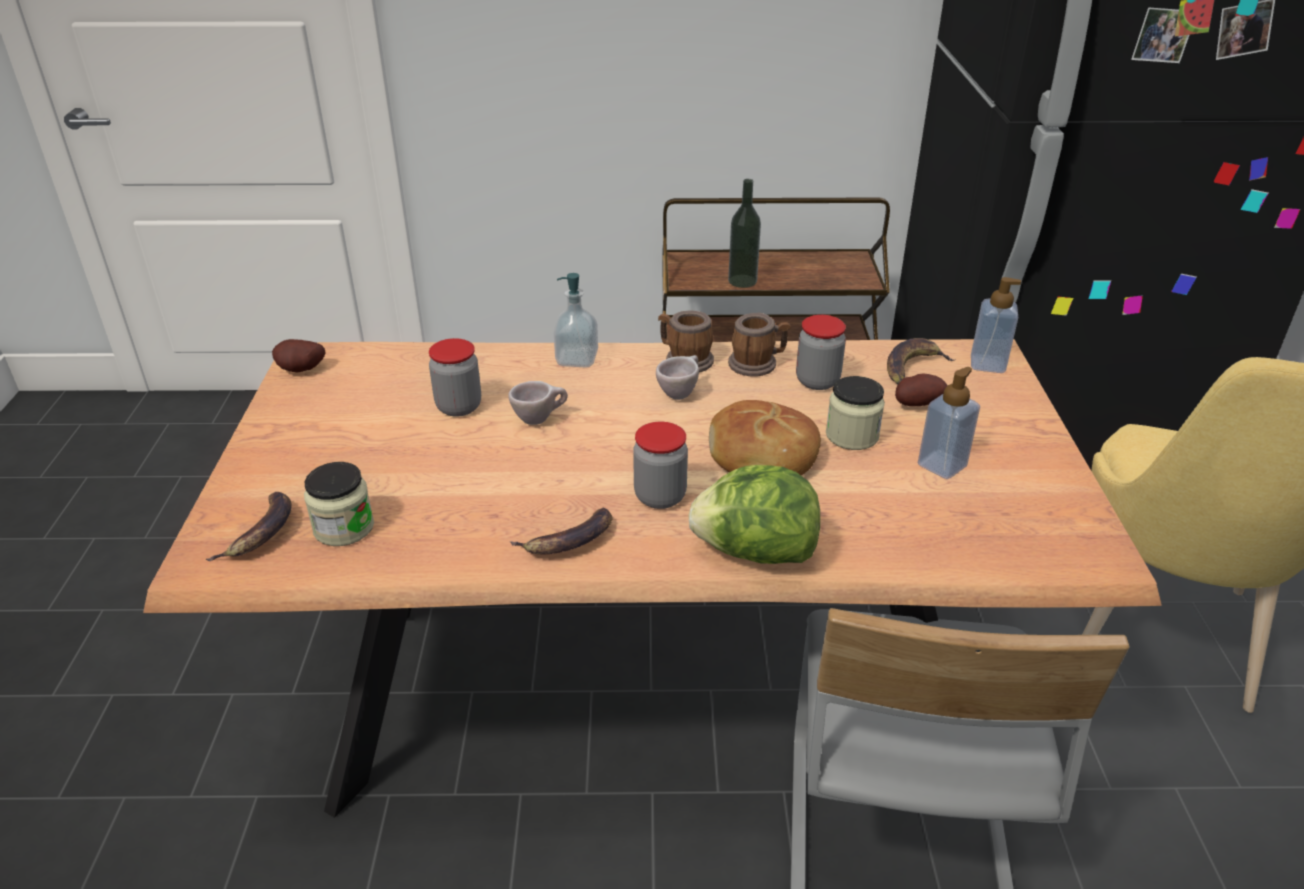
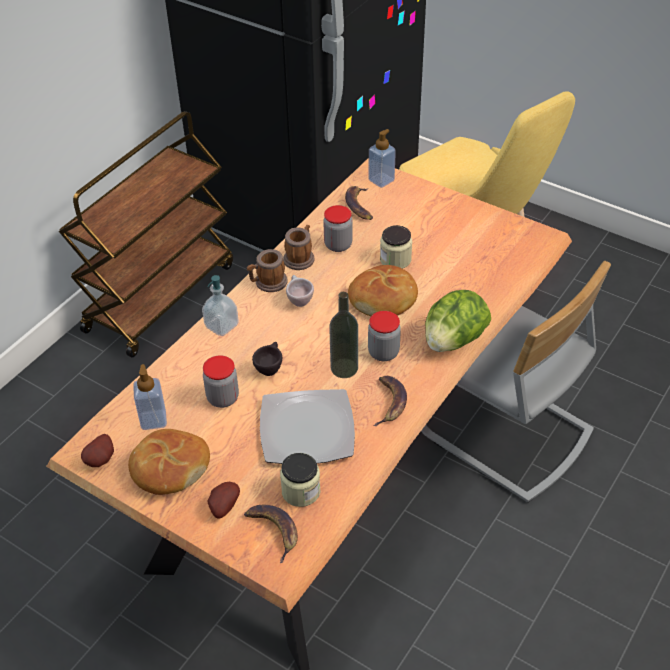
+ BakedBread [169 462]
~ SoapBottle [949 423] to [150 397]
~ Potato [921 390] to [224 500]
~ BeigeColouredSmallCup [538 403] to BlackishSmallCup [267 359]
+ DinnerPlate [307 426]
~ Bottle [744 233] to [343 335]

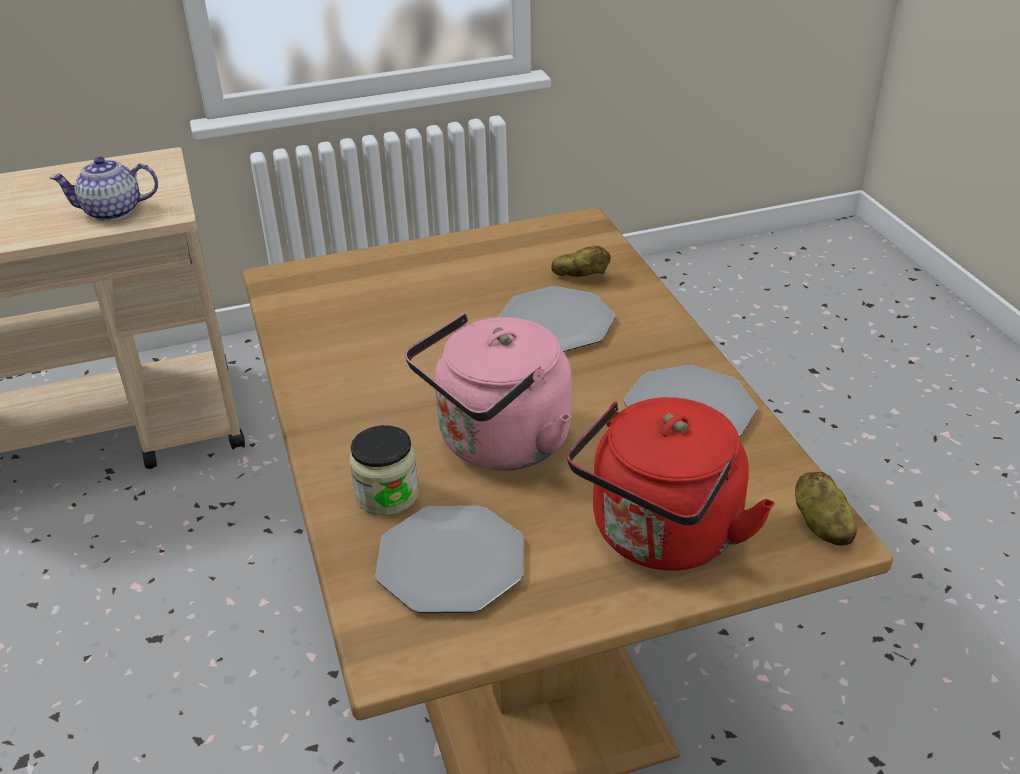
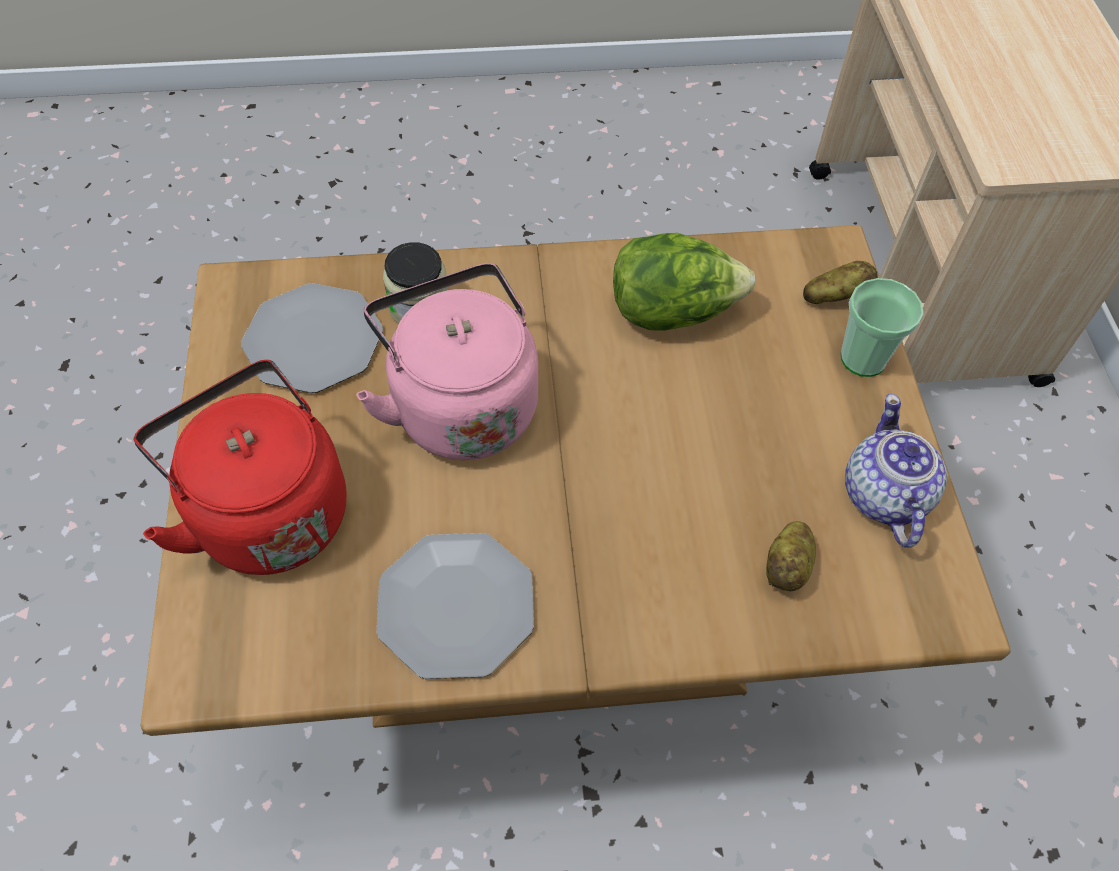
+ LettuceHead [684 282]
~ Potato [826 509] to [840 282]
+ SmallCup [882 327]
~ TeaPot [103 188] to [896 471]
- DinnerPlate [557 319]

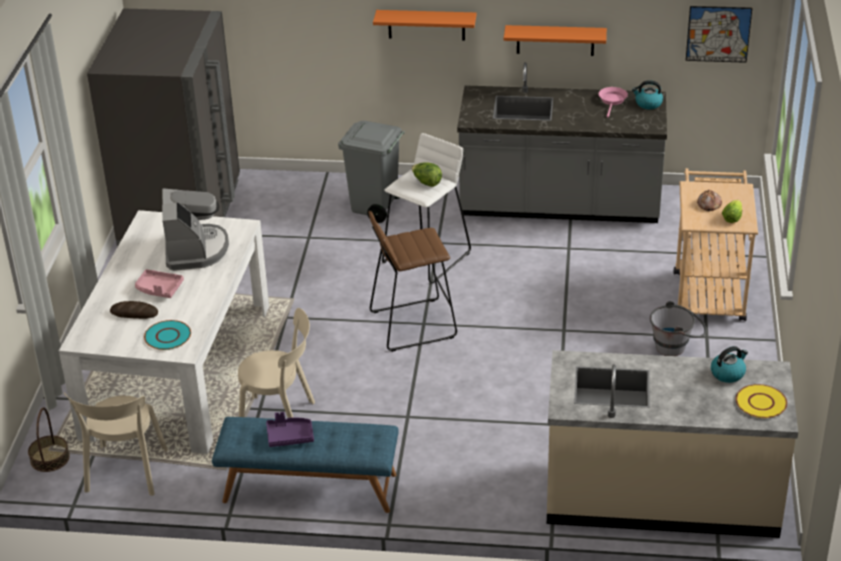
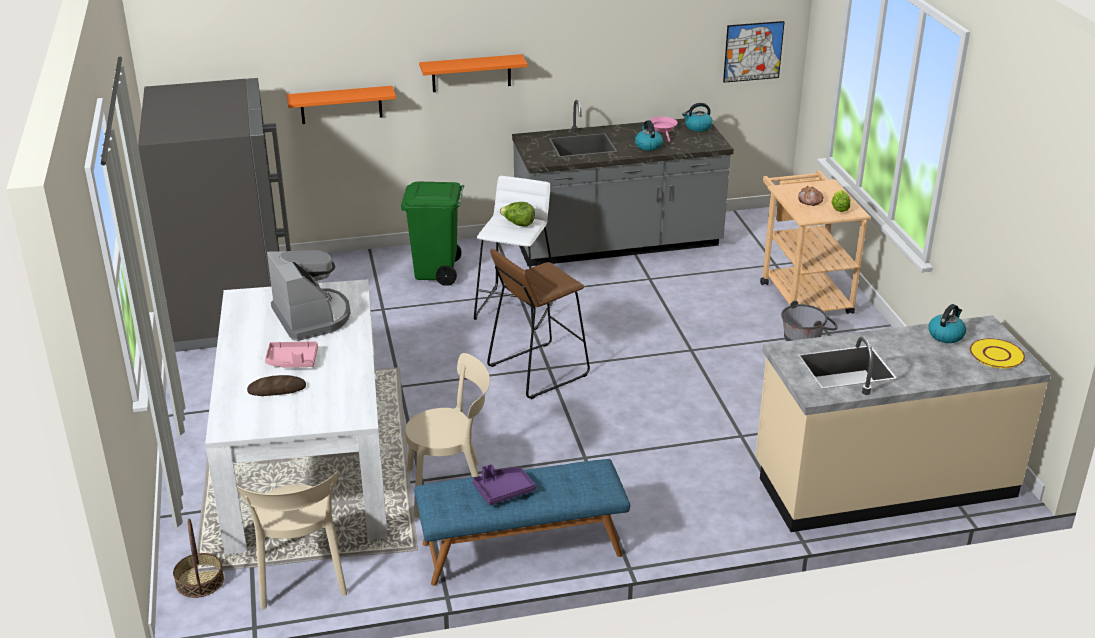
~ OrangeColouredBracketShelf [555 40] to [341 105]
~ GrayTrashCan [371 172] to GreenColouredTrashCan [432 234]
+ Kettle [649 135]
- TurquoiseColouredDinnerPlate [167 335]

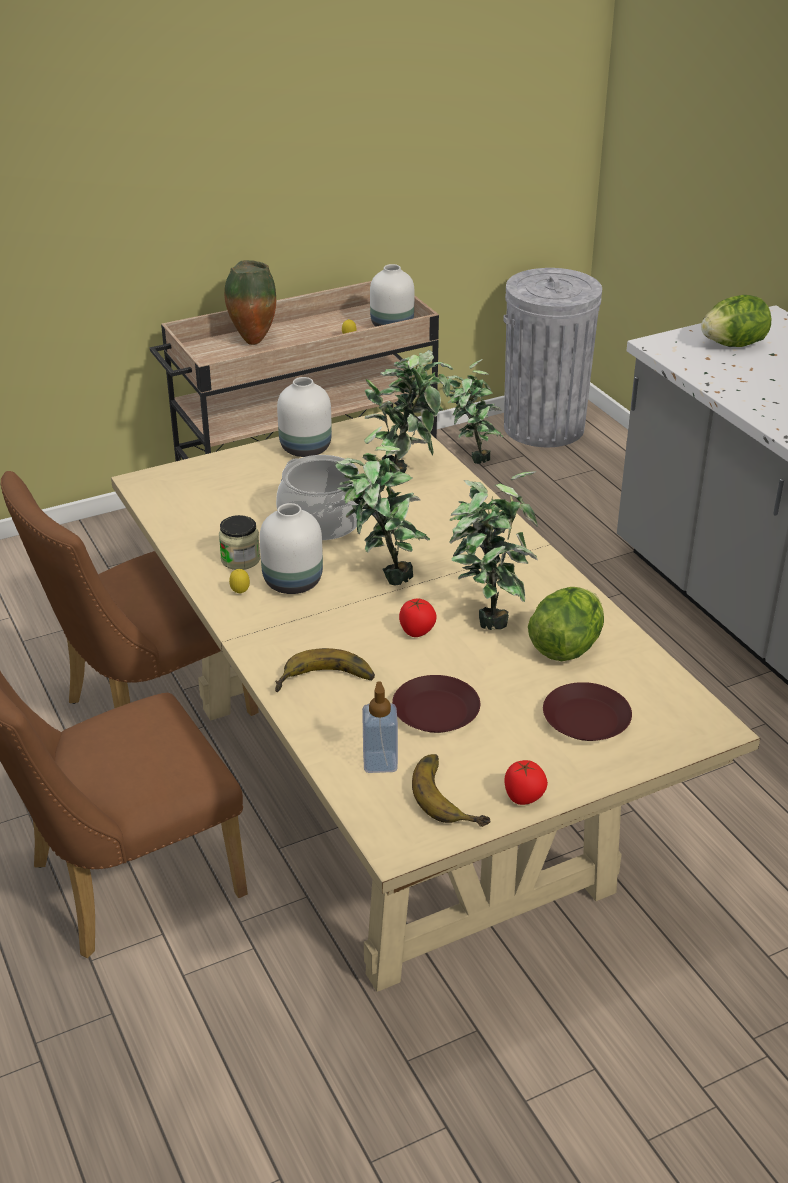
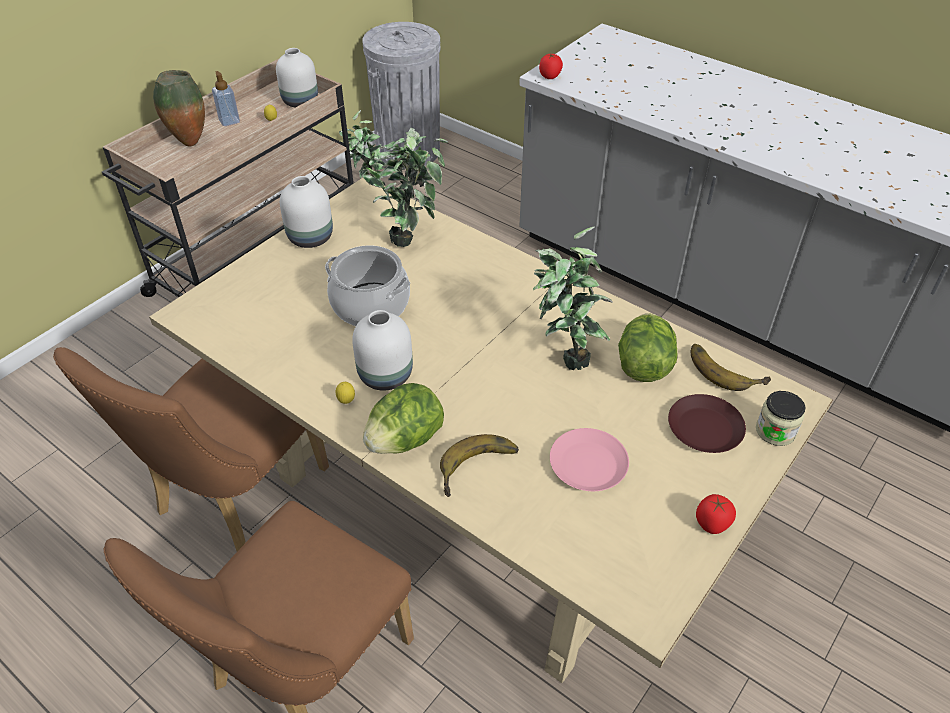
~ SoapBottle [380 727] to [226 98]
~ LettuceHead [736 321] to [403 418]
~ FreshTomato [418 617] to [551 66]
~ BrownishDinnerPlate [436 704] to PinkDinnerPlate [589 459]
~ Banana [451 790] to [731 367]
~ PreserveJar [239 542] to [781 418]
- PottedPlant [382 506]

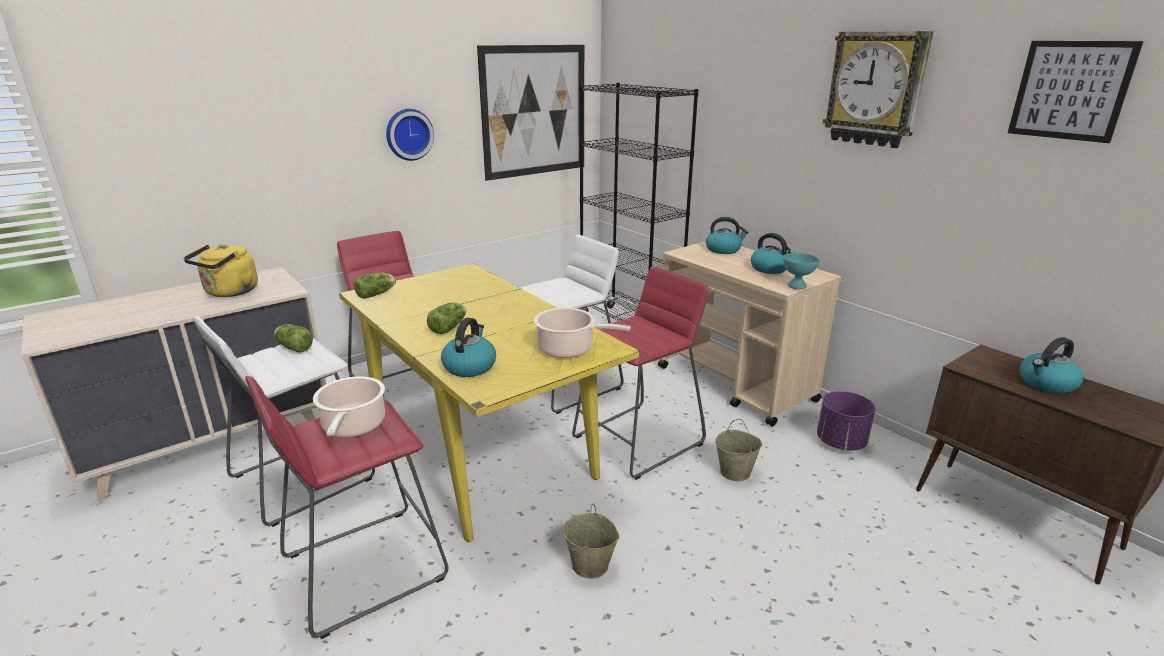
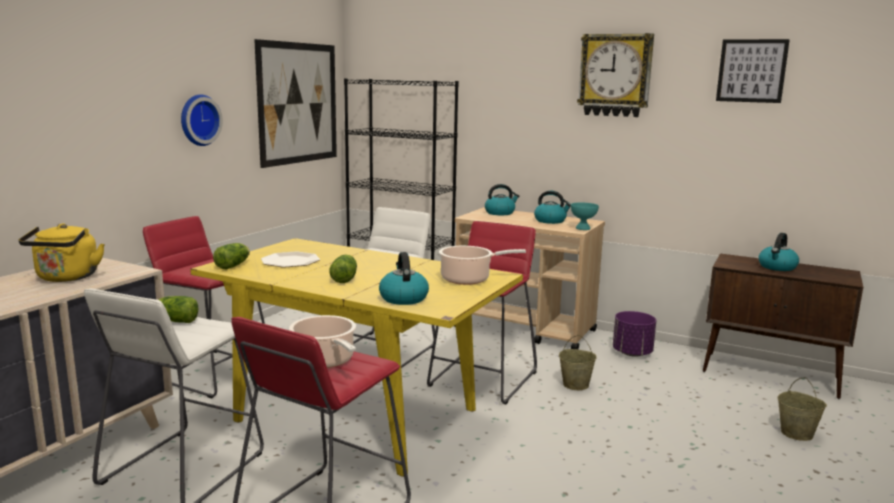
+ DinnerPlate [290 259]
~ BeigeColouredBucket [591 541] to [802 409]

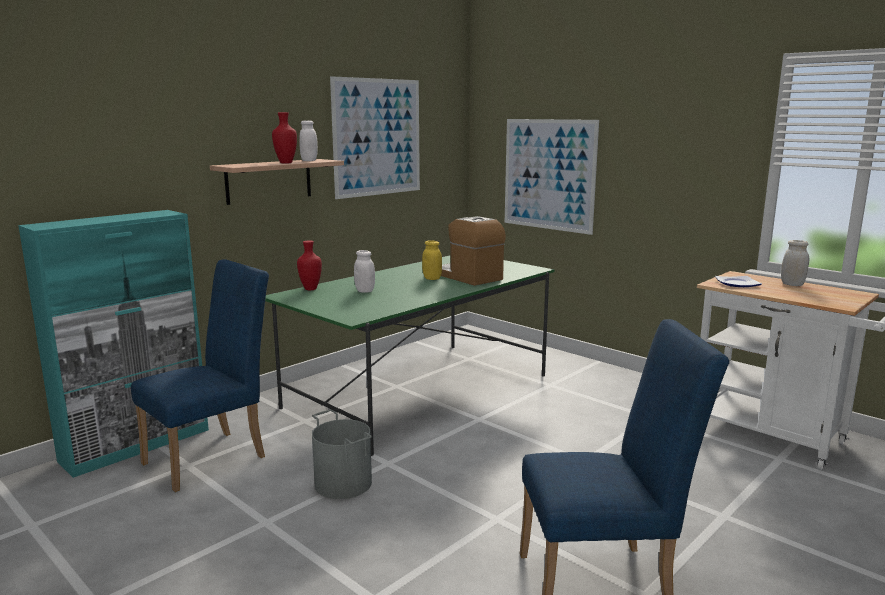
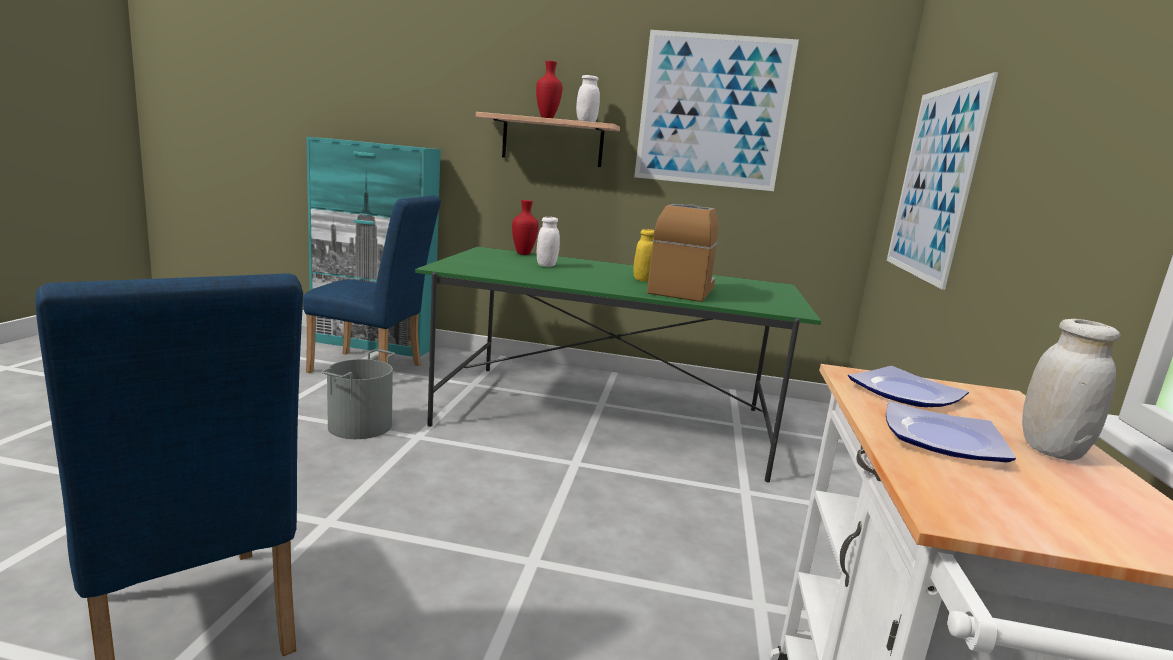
+ DinnerPlate [951 431]

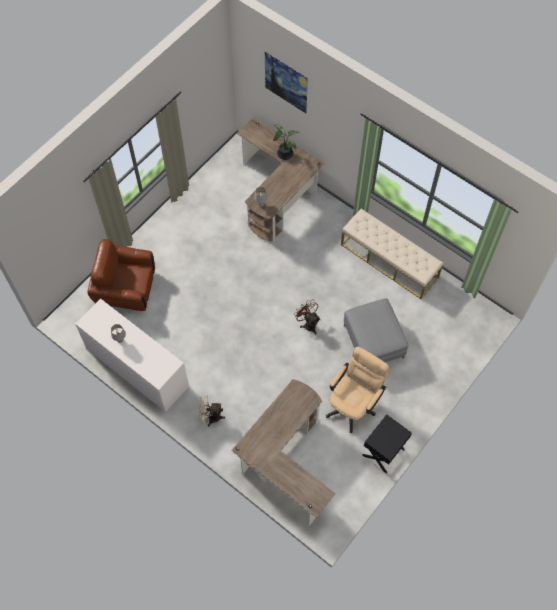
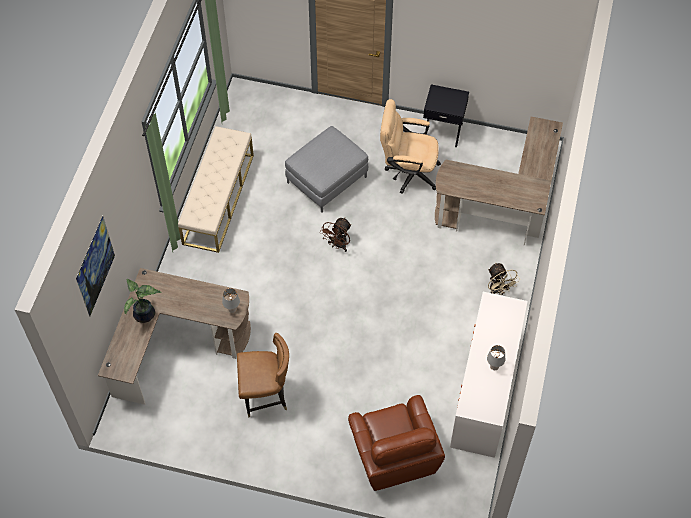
+ BrownishPlainChair [263 375]

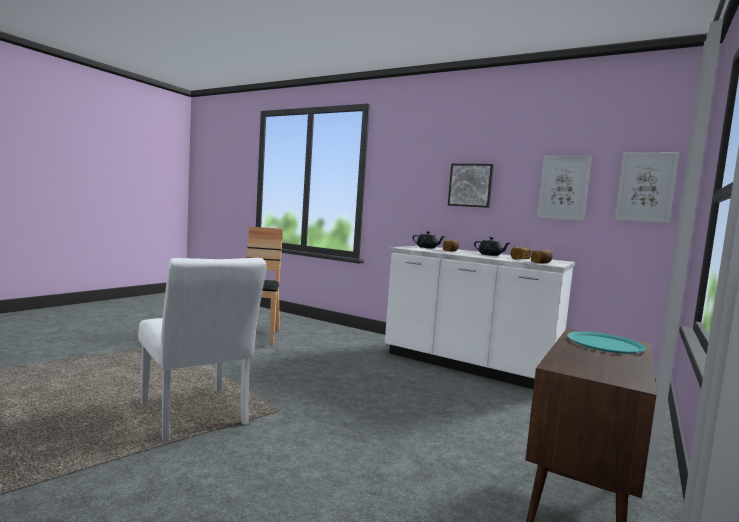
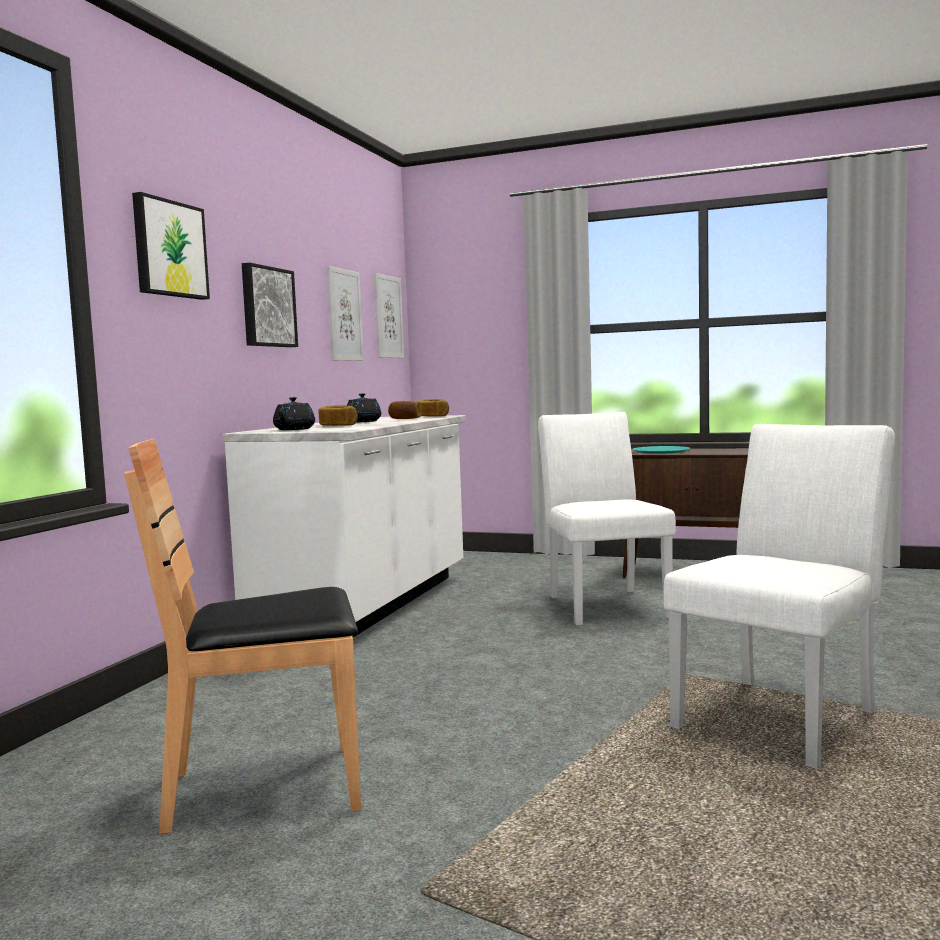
+ Picture [171 246]
+ WhitishPlainChair [607 519]

